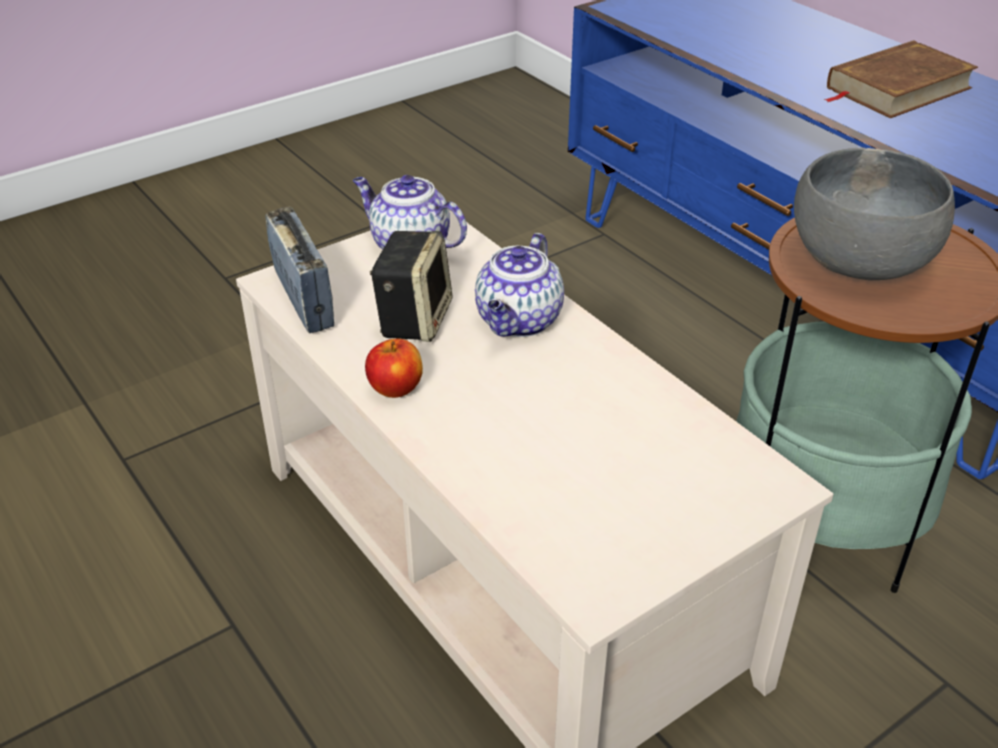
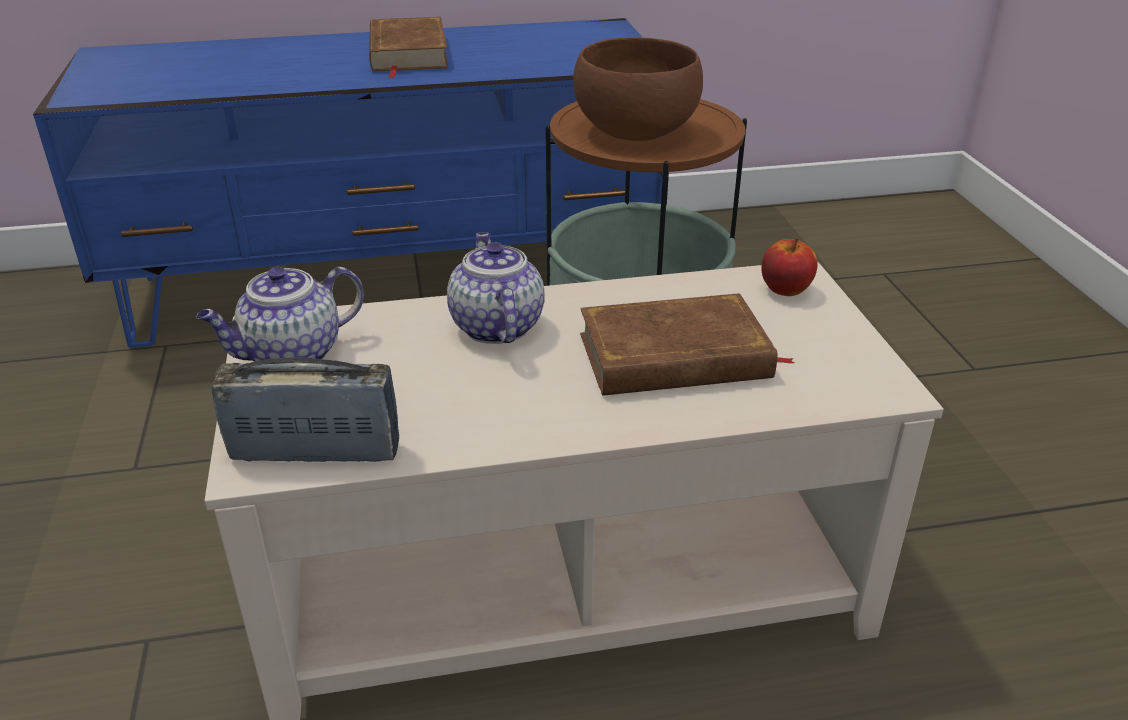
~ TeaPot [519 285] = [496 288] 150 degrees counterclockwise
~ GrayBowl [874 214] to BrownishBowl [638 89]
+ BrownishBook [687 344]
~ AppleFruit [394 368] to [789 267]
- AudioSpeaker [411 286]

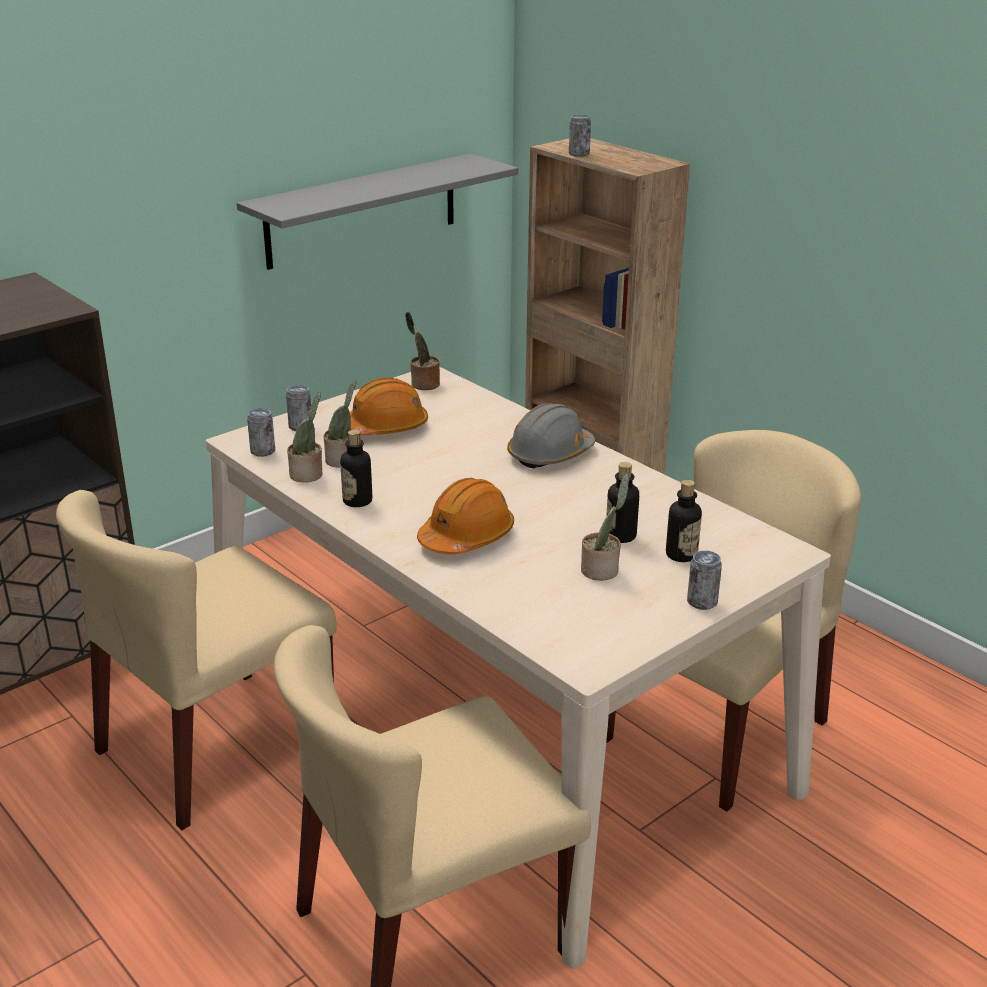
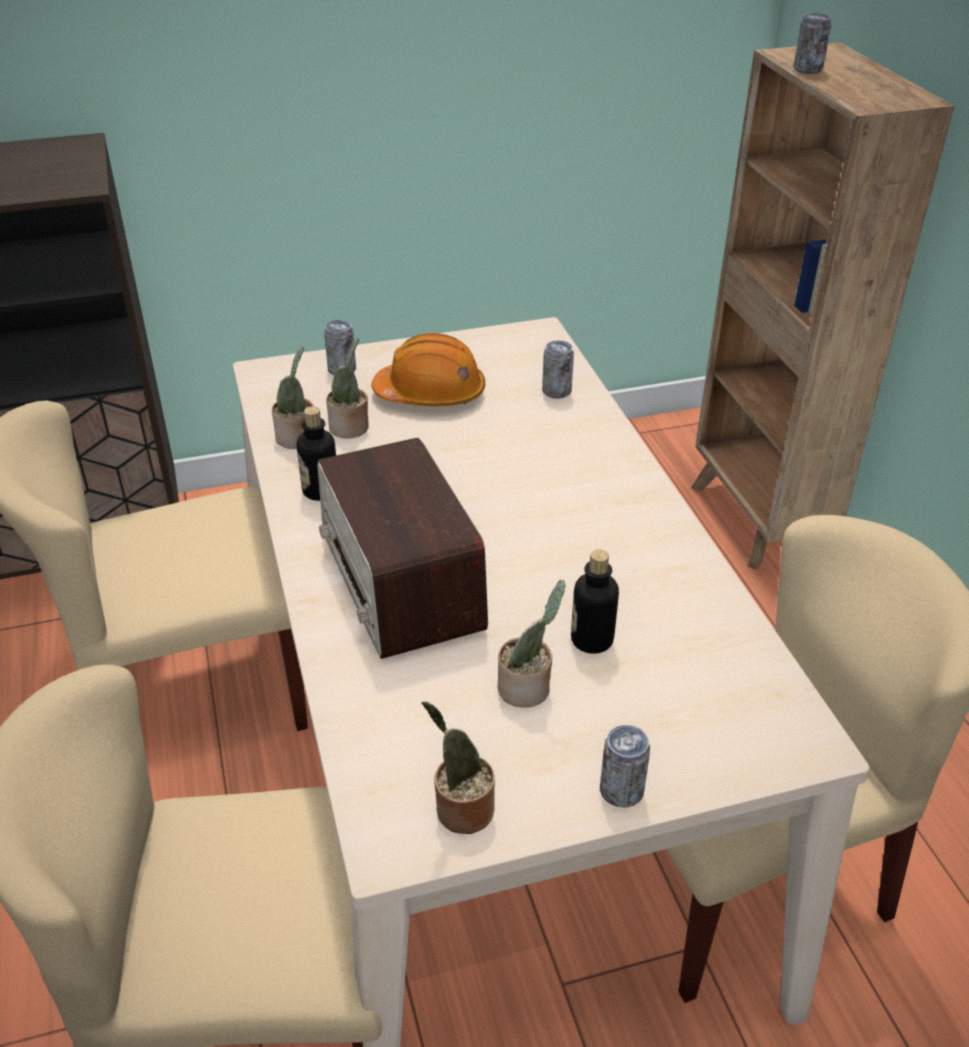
~ OrangeColouredWorkHelmet [465 516] to RadioSet [402 548]
~ PottedPlant [422 351] to [458 767]
~ Can [261 432] to [558 369]
- GrayBracketShelf [378 212]
- GrayWorkHelmet [551 436]
- Bottle [684 521]

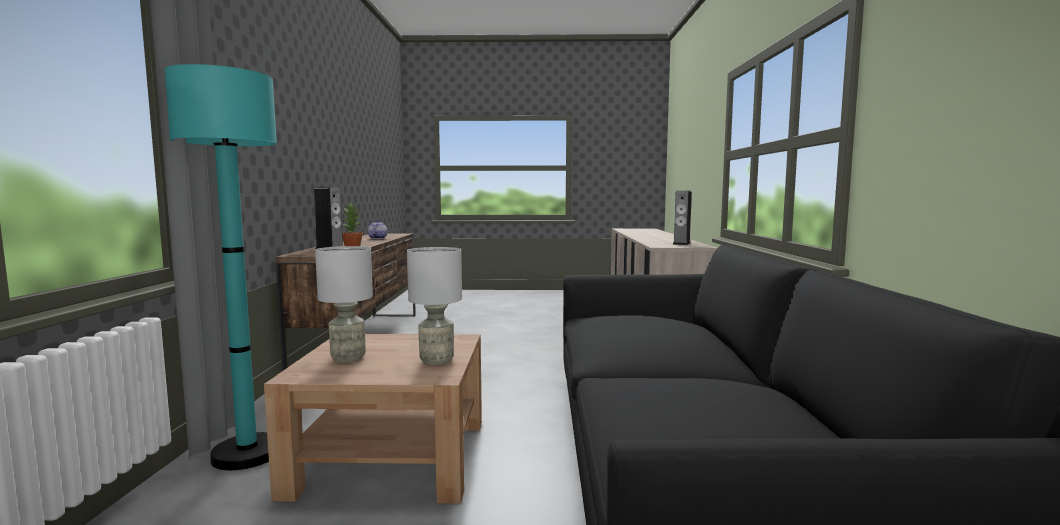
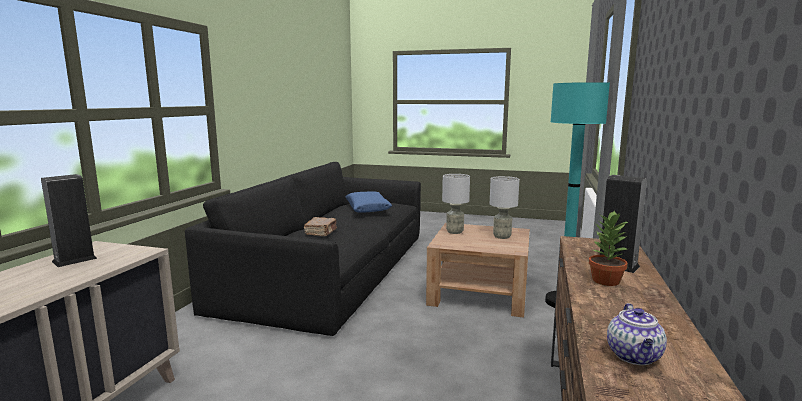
+ BrownishBook [320 226]
+ BluishCushion [369 202]

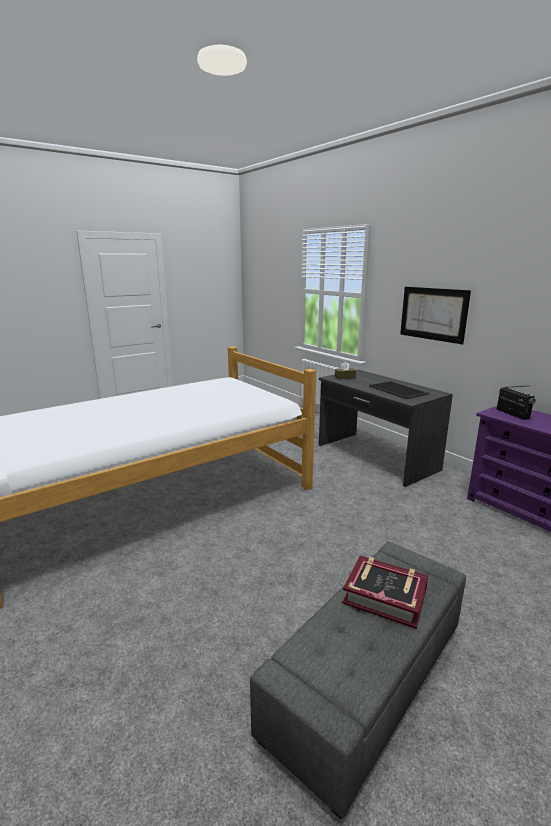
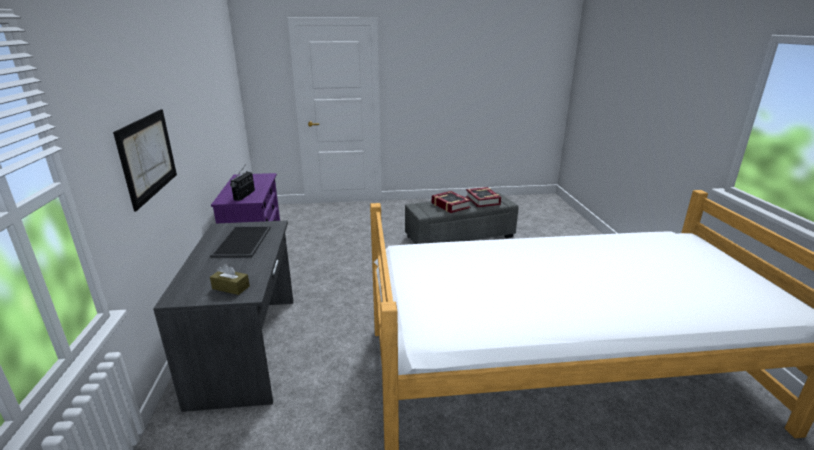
+ Book [483 197]

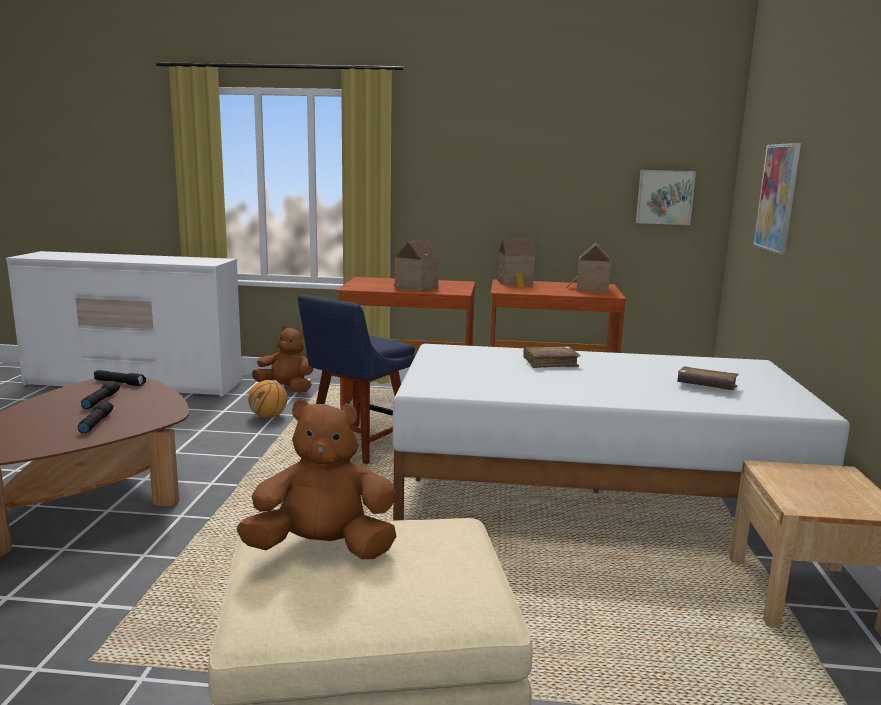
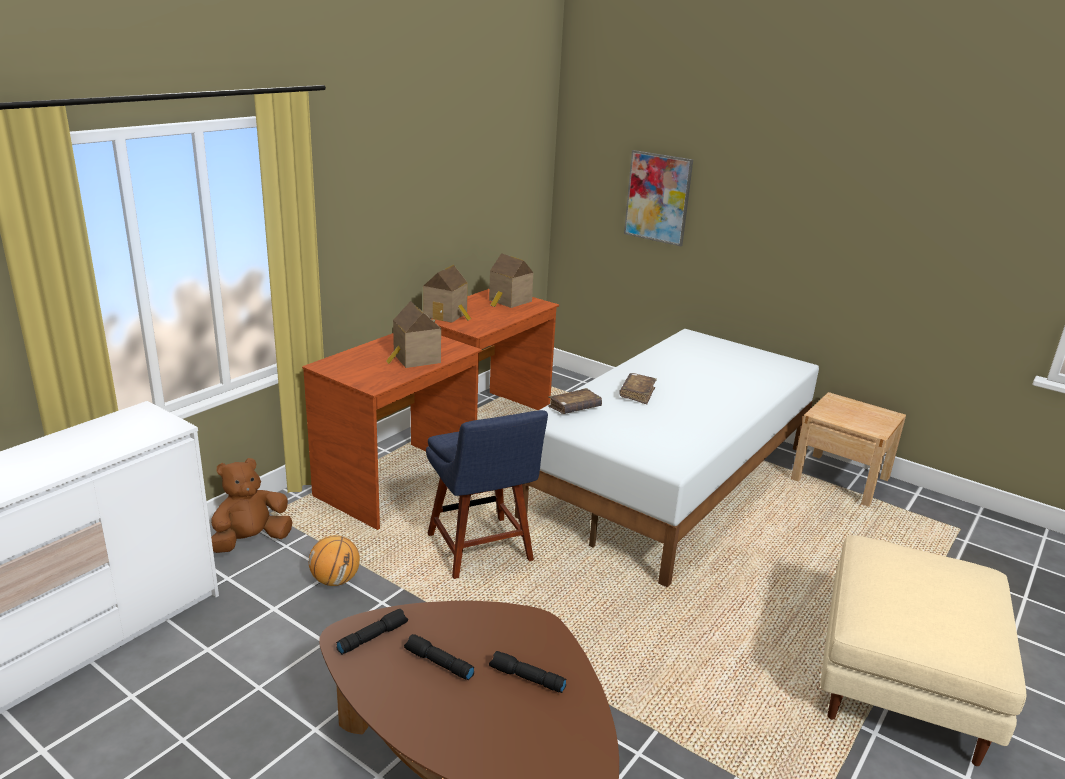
~ BrownishBook [708 378] to [575 401]
- BrownishCuddlyToy [316 479]
- Picture [666 197]

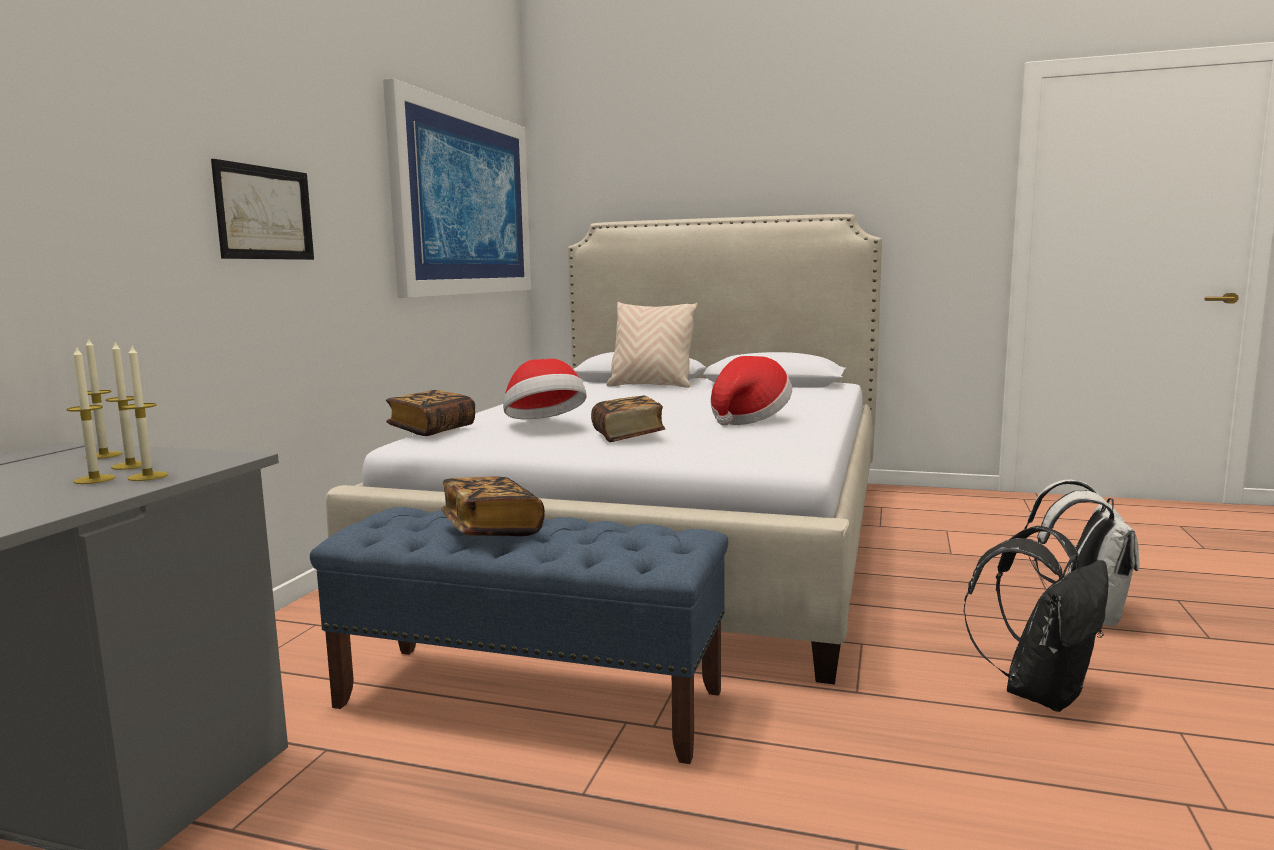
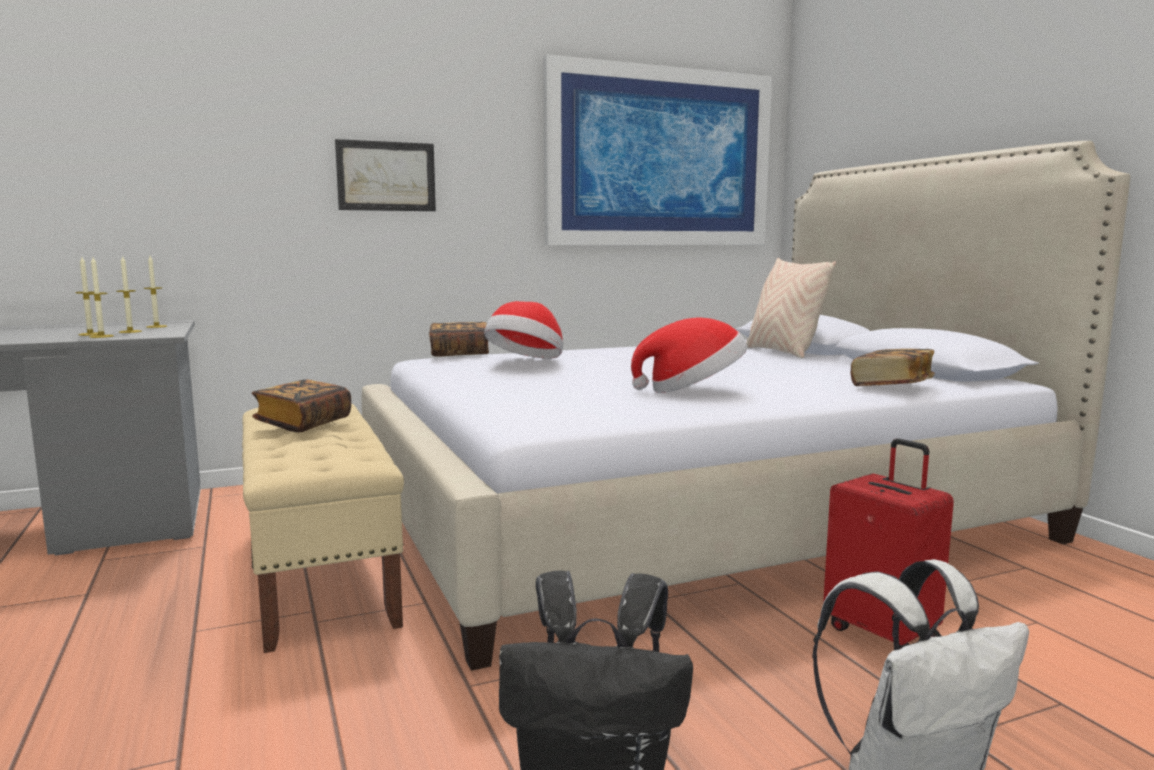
~ BluishIndoorBench [519 635] to BeigeColouredIndoorBench [323 528]
+ ReddishTravelCase [888 543]
~ Book [628 419] to [892 367]

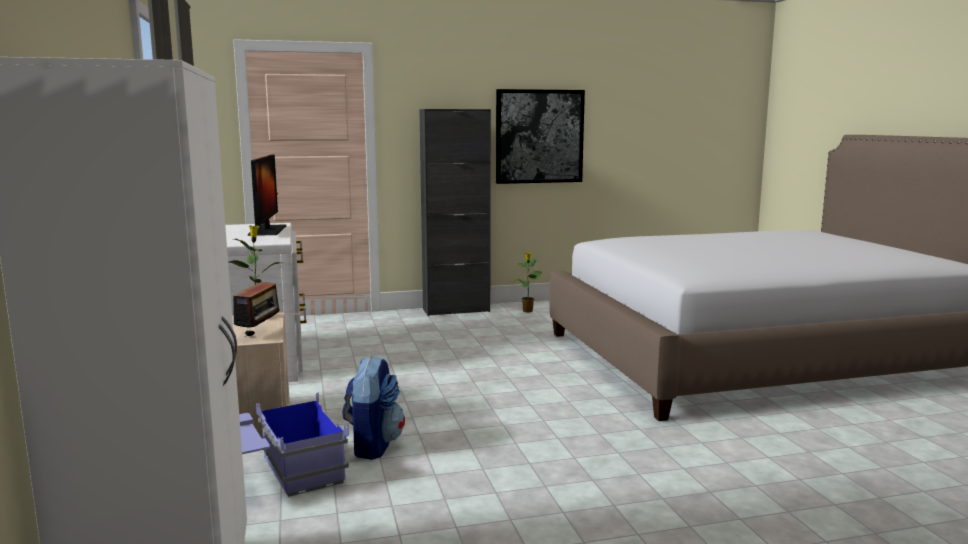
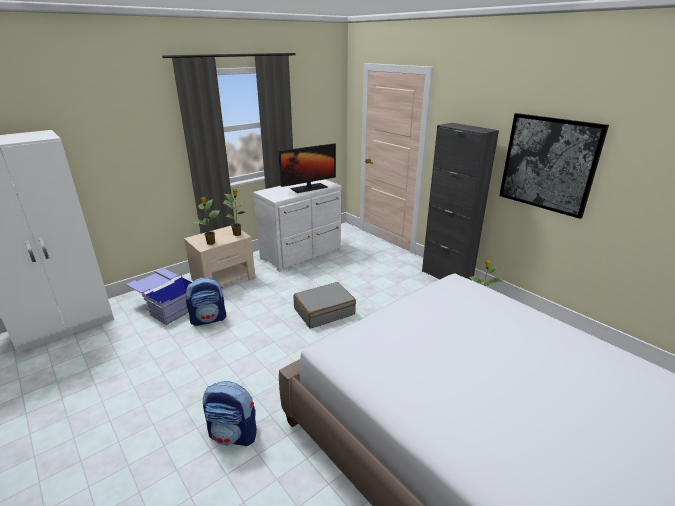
~ RadioSet [258 308] to PottedPlant [206 221]
+ Backpack [230 413]
+ GrayTravelCase [325 305]

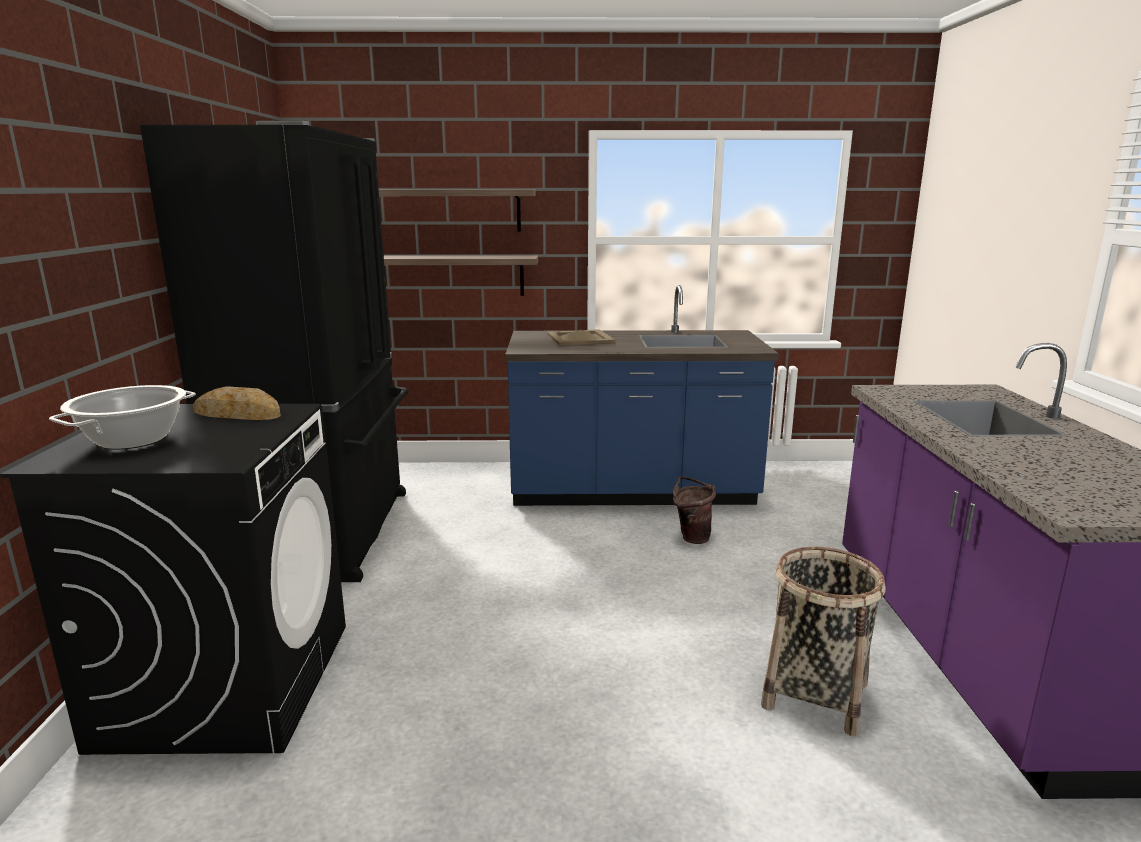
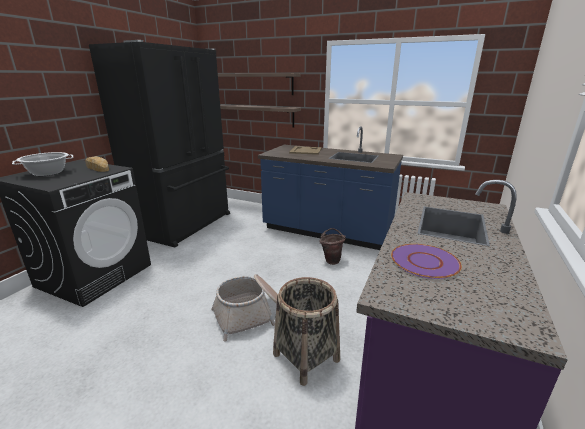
+ Basket [244 307]
+ PurplishDinnerPlate [426 261]

